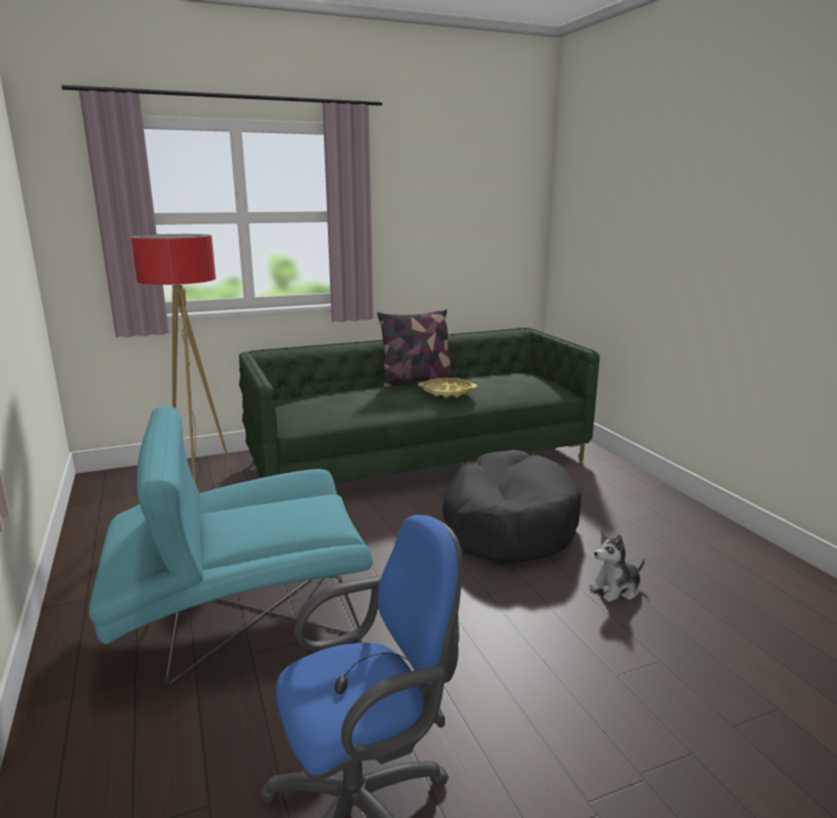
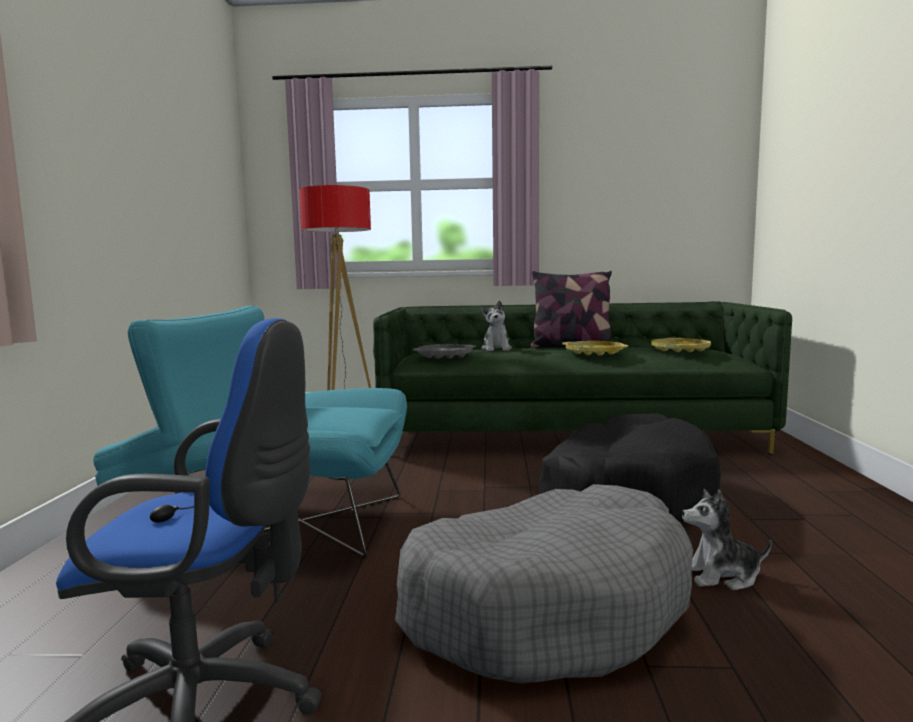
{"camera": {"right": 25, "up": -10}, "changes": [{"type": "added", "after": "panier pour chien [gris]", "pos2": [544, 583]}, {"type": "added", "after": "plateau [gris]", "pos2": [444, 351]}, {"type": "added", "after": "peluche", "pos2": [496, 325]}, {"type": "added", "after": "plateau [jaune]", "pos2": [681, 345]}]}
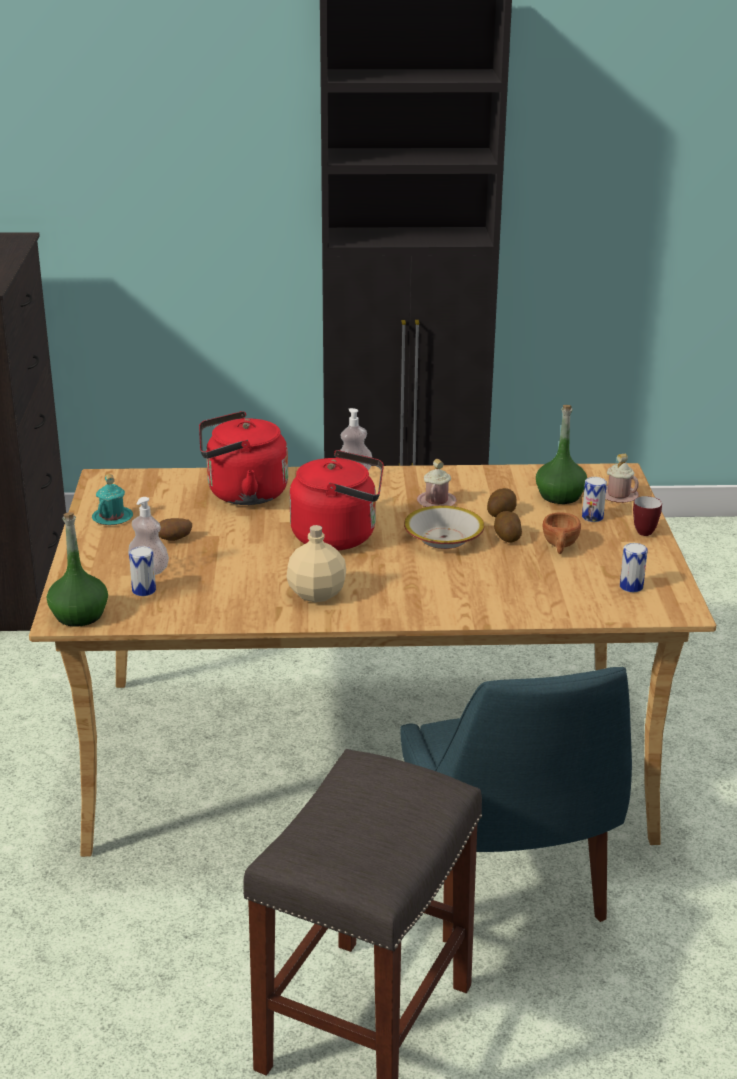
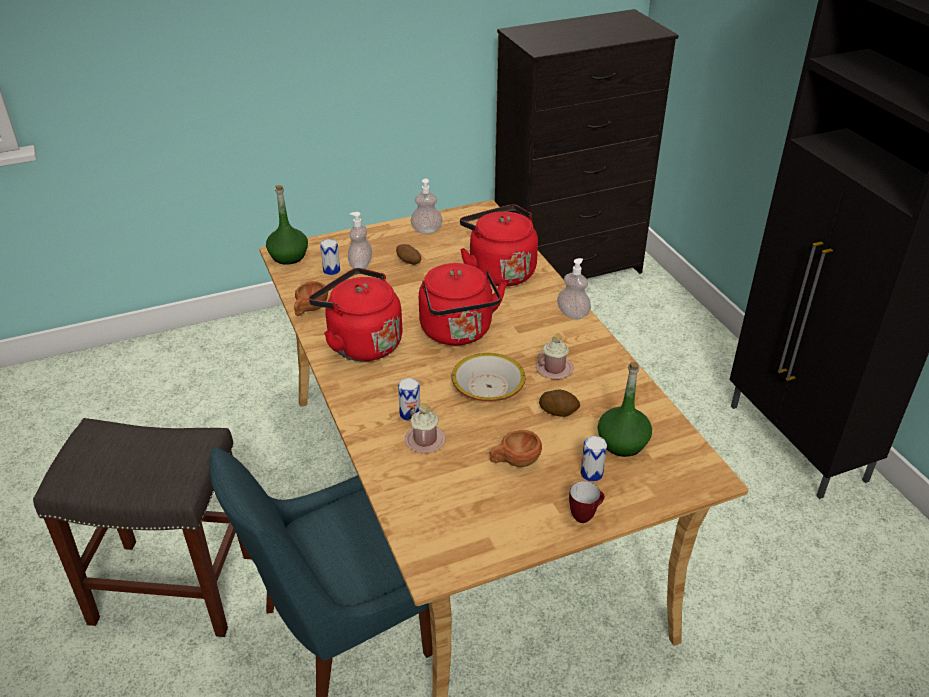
{"camera": {"right": 70, "up": 10}, "changes": [{"type": "removed", "before": "pomme de terre", "pos1": [508, 527]}, {"type": "added", "after": "tasse [marron]", "pos2": [311, 298]}, {"type": "moved", "before": "mug [rose]", "pos1": [622, 478], "pos2": [425, 428]}, {"type": "moved", "before": "boîte métallique", "pos1": [634, 567], "pos2": [409, 399]}, {"type": "replaced", "before": "mug [turquoise]", "after": "distributeur de savon", "pos1": [112, 499], "pos2": [427, 206]}, {"type": "replaced", "before": "bouteille [beige]", "after": "bouilloire [rouge]", "pos1": [316, 563], "pos2": [356, 314]}]}
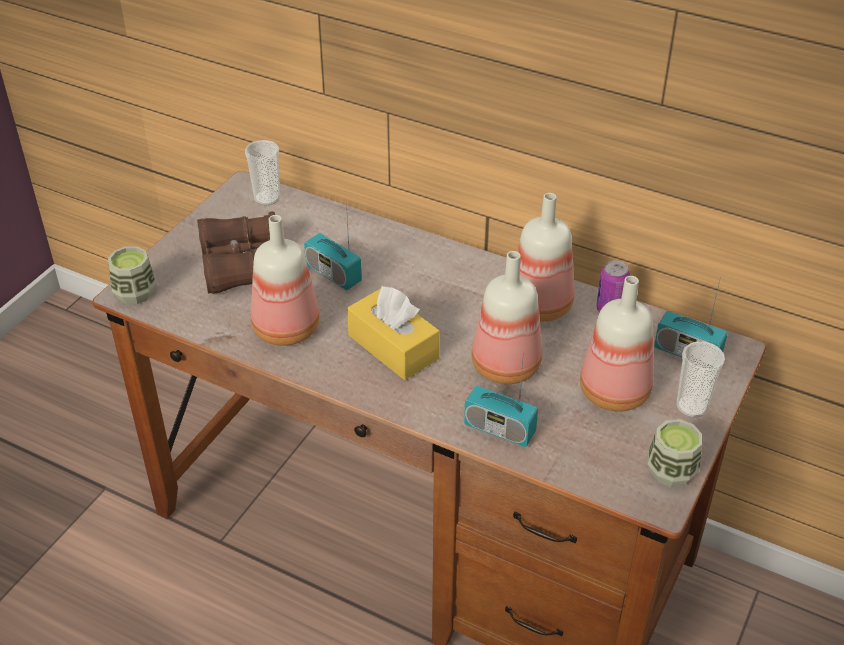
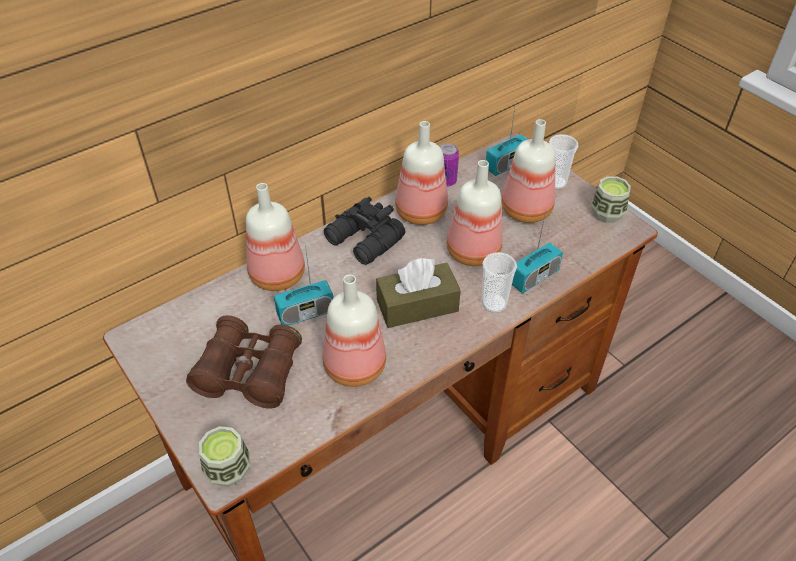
{"camera": {"right": -65, "up": 5}, "changes": [{"type": "added", "after": "bouteille", "pos2": [275, 237]}, {"type": "added", "after": "jumelles [noir]", "pos2": [364, 231]}, {"type": "moved", "before": "tasse", "pos1": [262, 172], "pos2": [499, 282]}, {"type": "recoloured", "before": "boîte à mouchoirs [jaune]", "after": "boîte à mouchoirs [marron]", "pos1": [393, 333], "pos2": [418, 293]}]}
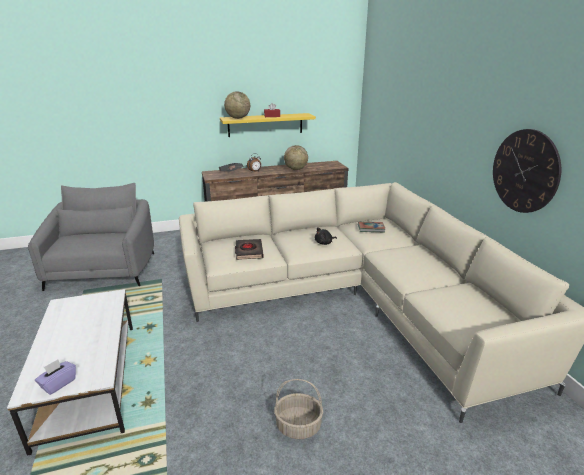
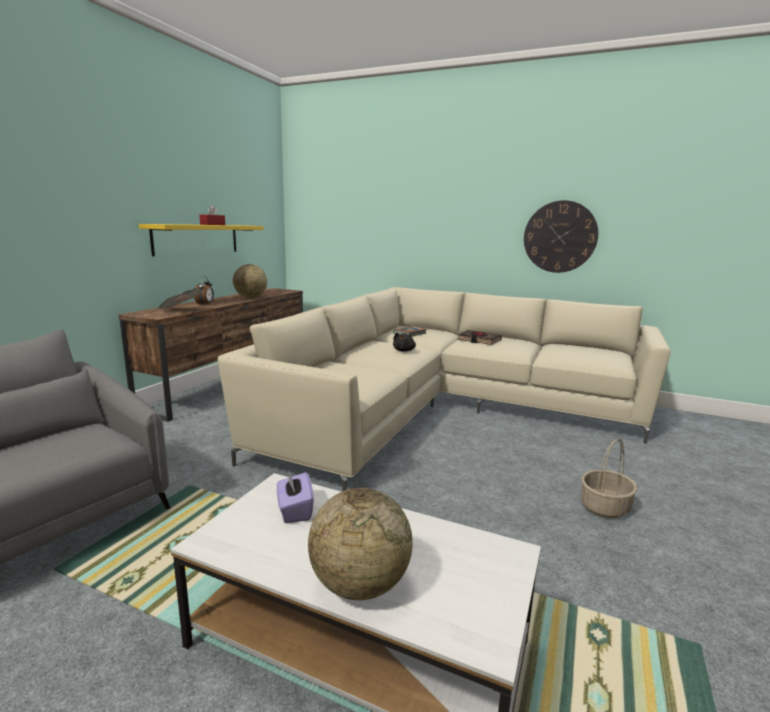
{"camera": {"right": -50, "up": -10}, "changes": [{"type": "moved", "before": "boîte à mouchoirs [violet]", "pos1": [55, 377], "pos2": [295, 497]}, {"type": "moved", "before": "globe", "pos1": [237, 105], "pos2": [360, 544]}, {"type": "moved", "before": "livre [noir]", "pos1": [249, 249], "pos2": [480, 337]}]}
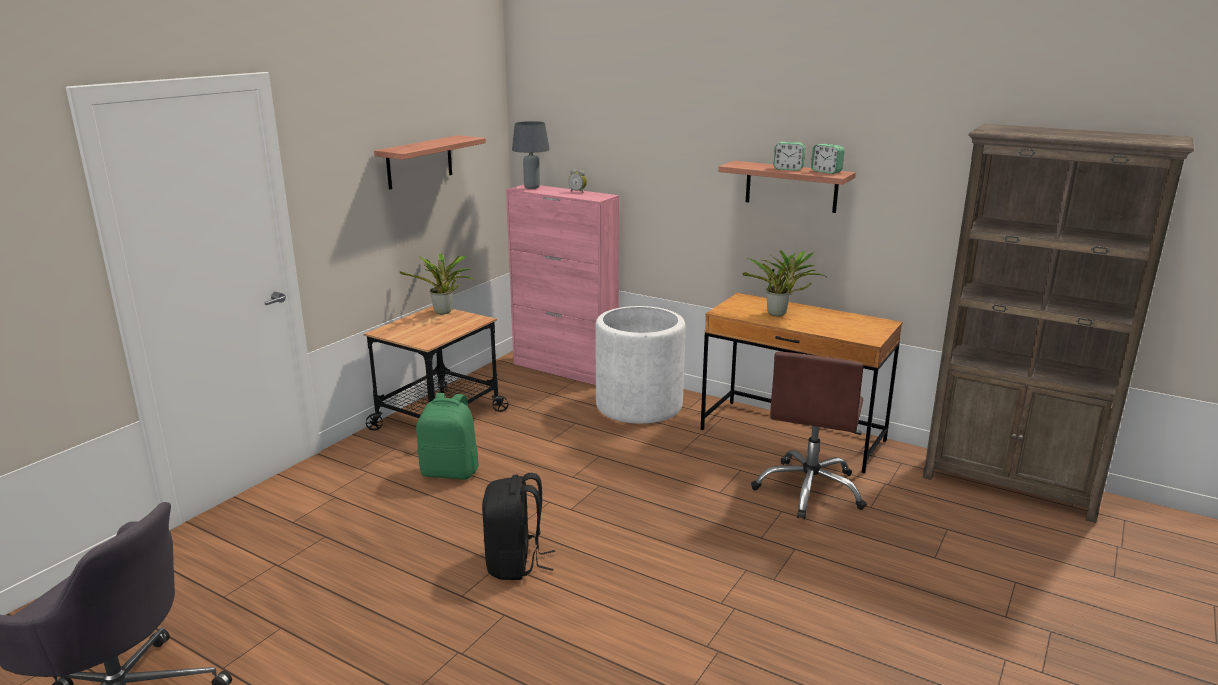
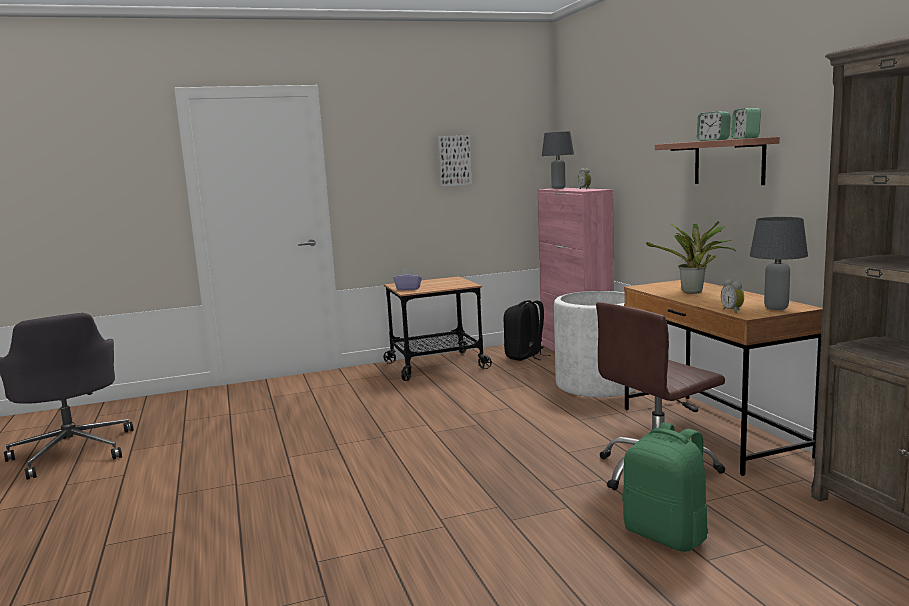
{"camera": {"right": 40, "up": -10}, "changes": [{"type": "removed", "before": "plante en pot", "pos1": [437, 284]}, {"type": "added", "after": "boîte à mouchoirs [violet]", "pos2": [407, 279]}, {"type": "added", "after": "réveil", "pos2": [732, 296]}, {"type": "added", "after": "lampe de table [gris]", "pos2": [779, 263]}, {"type": "moved", "before": "sac à dos [vert]", "pos1": [447, 436], "pos2": [665, 487]}, {"type": "moved", "before": "sac à dos [noir]", "pos1": [518, 526], "pos2": [527, 330]}, {"type": "replaced", "before": "étagère", "after": "tableau", "pos1": [430, 162], "pos2": [454, 161]}]}
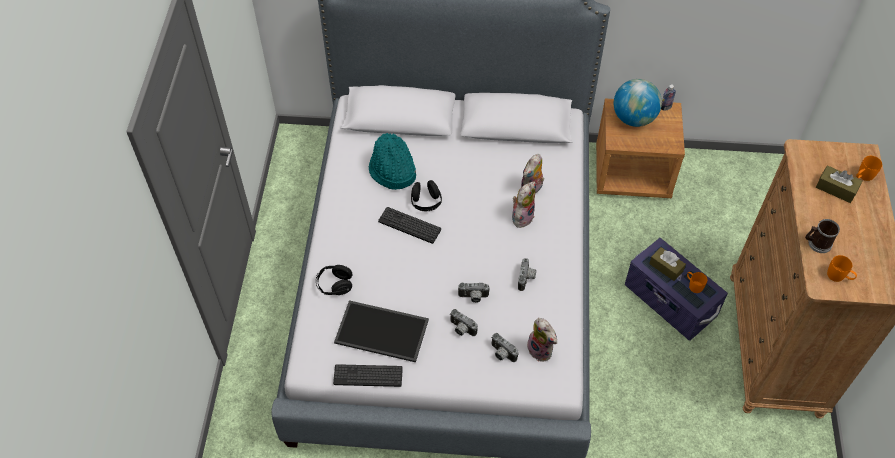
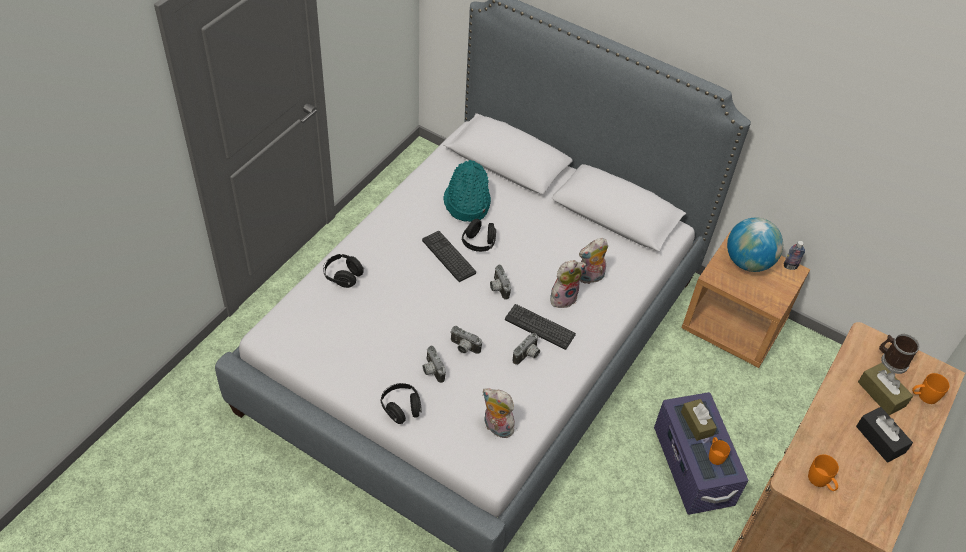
{"camera": {"right": 25, "up": -5}, "changes": [{"type": "removed", "before": "plateau", "pos1": [381, 331]}, {"type": "added", "after": "casque audio [noir]", "pos2": [401, 403]}, {"type": "added", "after": "boîte à mouchoirs [noir]", "pos2": [884, 435]}, {"type": "moved", "before": "clavier", "pos1": [368, 375], "pos2": [540, 327]}, {"type": "moved", "before": "appareil photo", "pos1": [505, 347], "pos2": [500, 282]}, {"type": "moved", "before": "mug", "pos1": [822, 236], "pos2": [899, 354]}, {"type": "turned", "before": "peluche", "pos1": [542, 340], "pos2": [499, 413], "turn": 135}]}
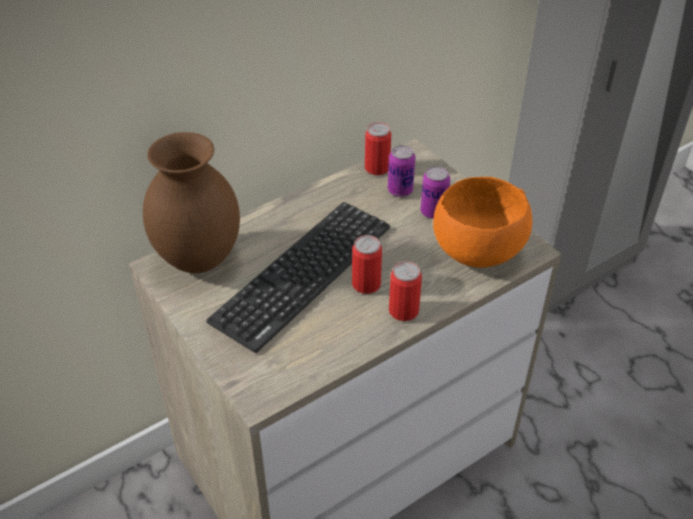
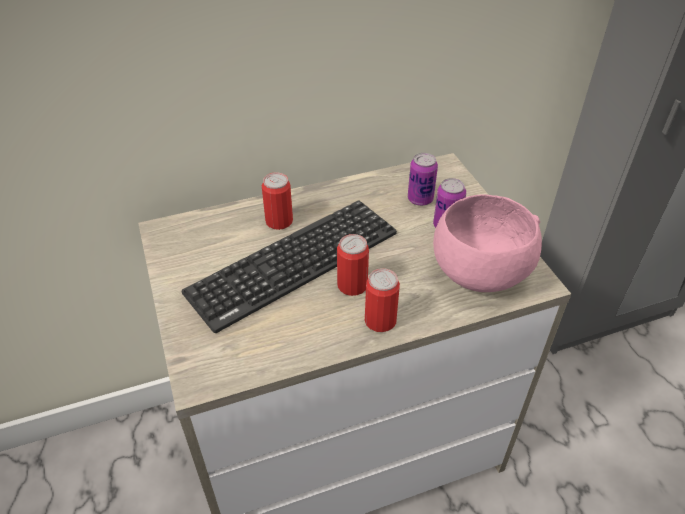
{"camera": {"right": 15, "up": 0}, "changes": [{"type": "removed", "before": "vase [marron]", "pos1": [191, 202]}, {"type": "moved", "before": "boîte métallique", "pos1": [378, 148], "pos2": [277, 201]}, {"type": "recoloured", "before": "bol [orange]", "after": "bol [rose]", "pos1": [482, 222], "pos2": [487, 243]}]}
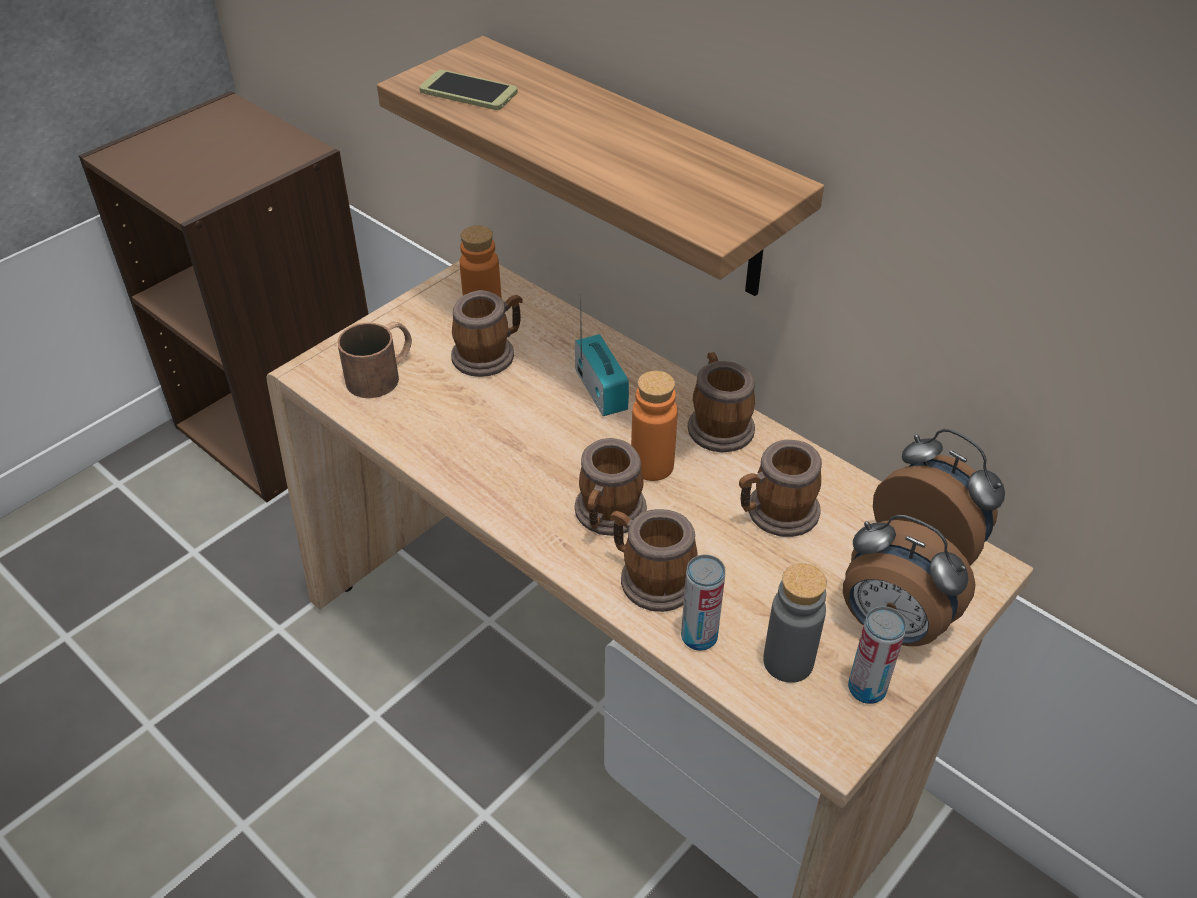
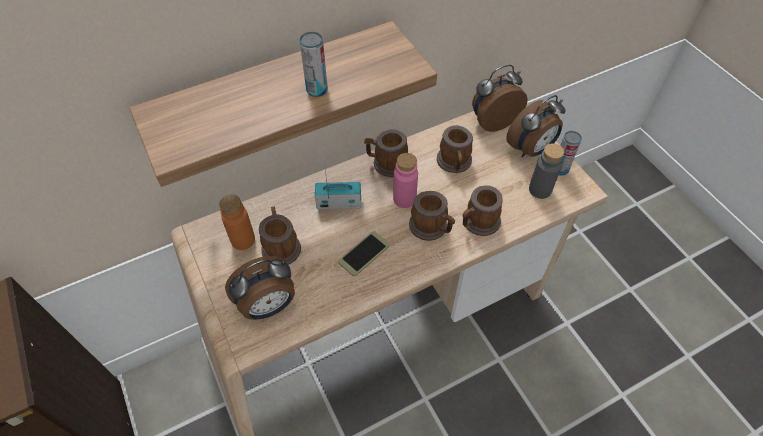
{"camera": {"right": -70, "up": 10}, "changes": [{"type": "moved", "before": "téléphone", "pos1": [468, 90], "pos2": [364, 253]}, {"type": "moved", "before": "boîte métallique", "pos1": [703, 603], "pos2": [314, 64]}, {"type": "replaced", "before": "mug [marron]", "after": "réveil", "pos1": [374, 359], "pos2": [260, 288]}, {"type": "recoloured", "before": "bouteille [orange]", "after": "bouteille [rose]", "pos1": [654, 426], "pos2": [405, 180]}]}
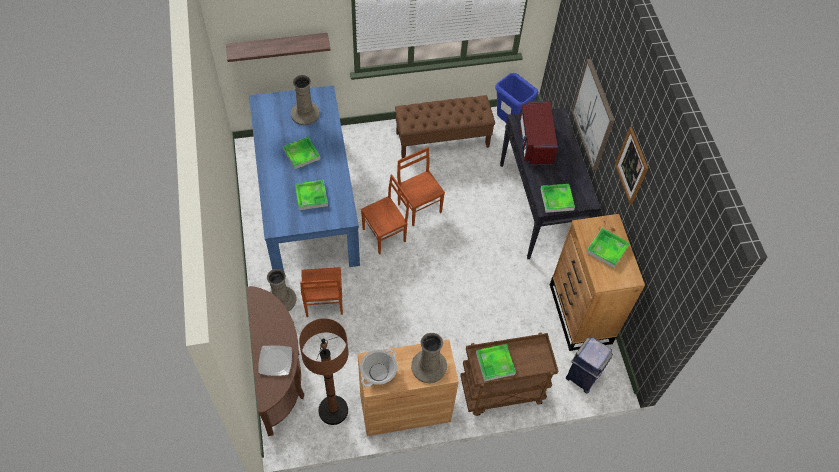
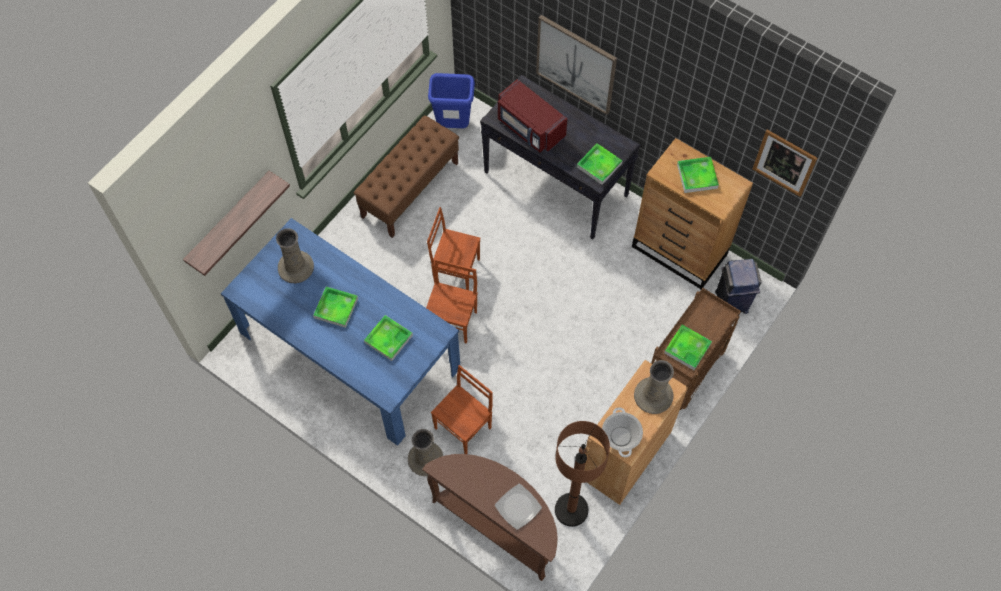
{"camera": {"right": -40, "up": 5}, "changes": [{"type": "moved", "before": "tableau", "pos1": [631, 166], "pos2": [785, 163]}, {"type": "turned", "before": "chaise [marron]", "pos1": [321, 292], "pos2": [462, 409], "turn": -90}]}
